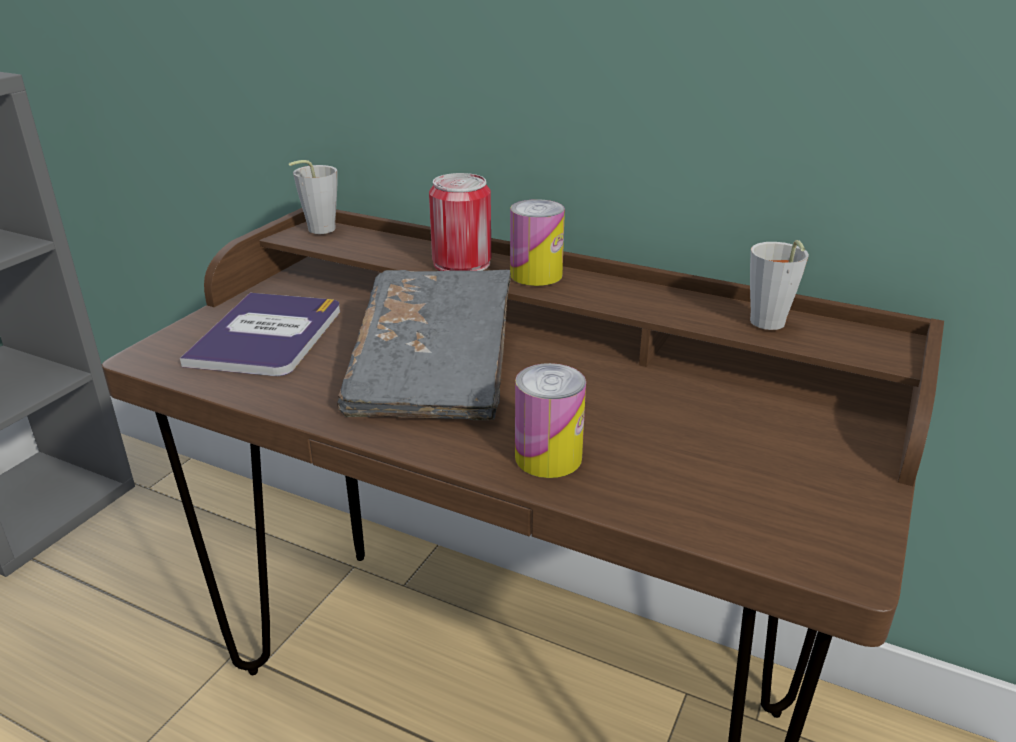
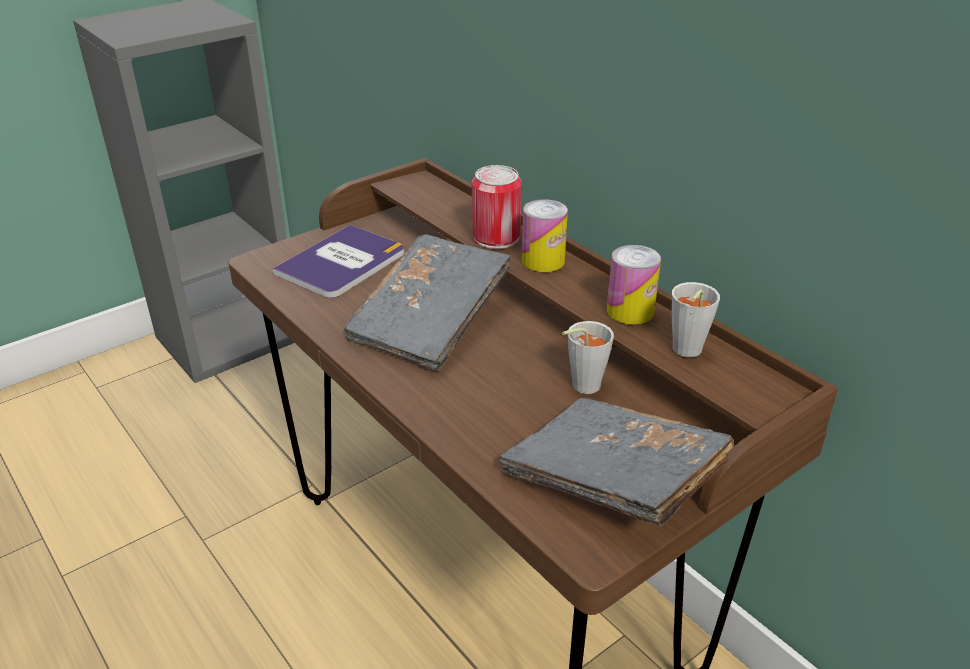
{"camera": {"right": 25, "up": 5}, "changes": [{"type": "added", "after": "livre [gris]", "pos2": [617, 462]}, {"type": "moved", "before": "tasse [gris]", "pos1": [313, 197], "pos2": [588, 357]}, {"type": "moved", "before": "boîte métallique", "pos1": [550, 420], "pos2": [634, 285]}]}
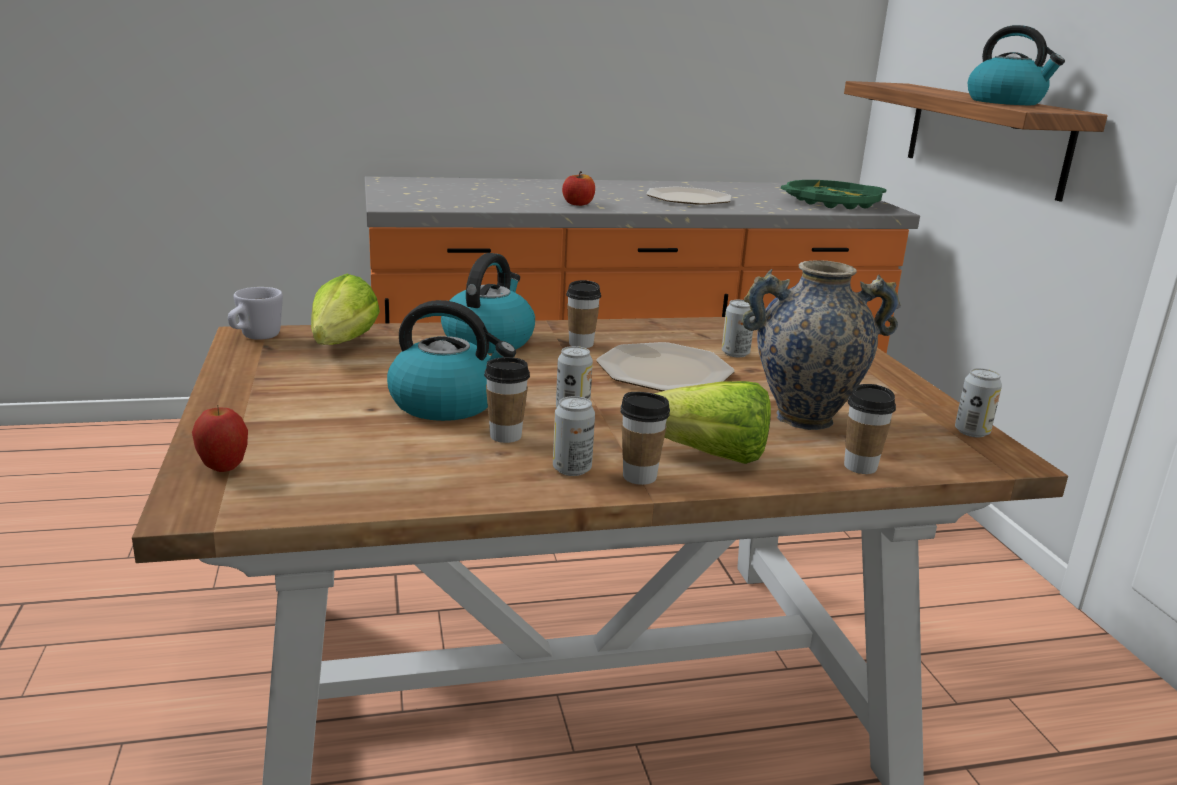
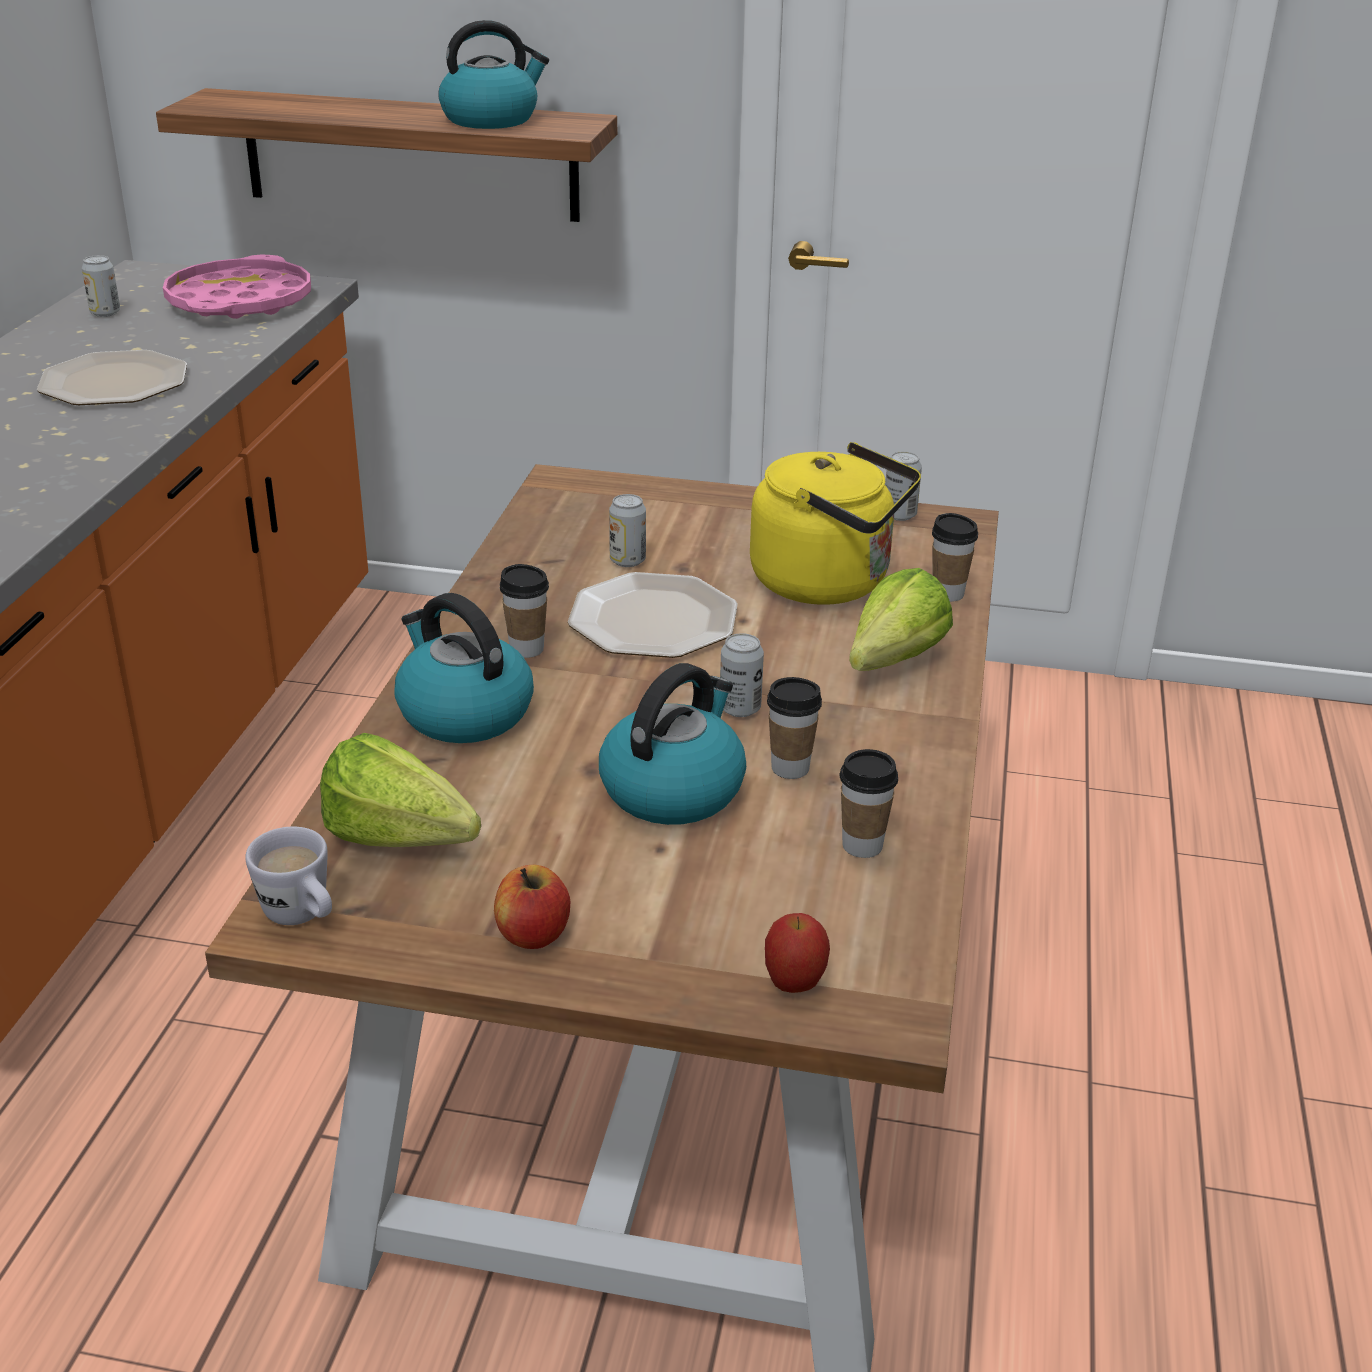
{"camera": {"right": -65, "up": 10}, "changes": [{"type": "moved", "before": "boîte métallique", "pos1": [574, 436], "pos2": [101, 286]}, {"type": "moved", "before": "pomme", "pos1": [578, 188], "pos2": [532, 907]}, {"type": "moved", "before": "tasse", "pos1": [645, 438], "pos2": [868, 803]}, {"type": "replaced", "before": "vase", "after": "bouilloire [jaune]", "pos1": [821, 345], "pos2": [835, 523]}, {"type": "recoloured", "before": "plateau [vert]", "after": "plateau [rose]", "pos1": [833, 194], "pos2": [237, 287]}]}
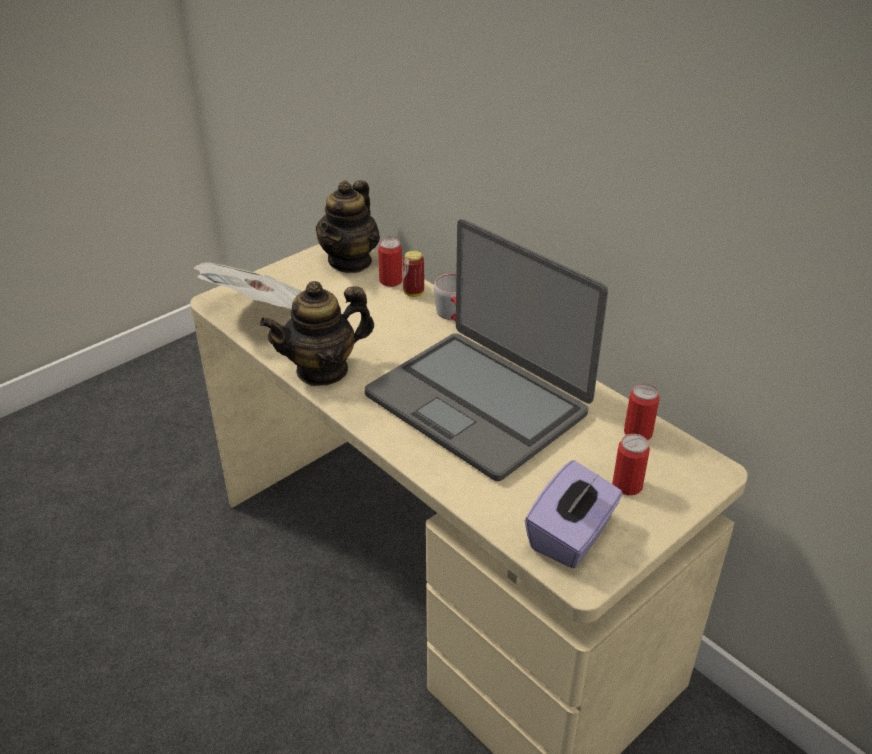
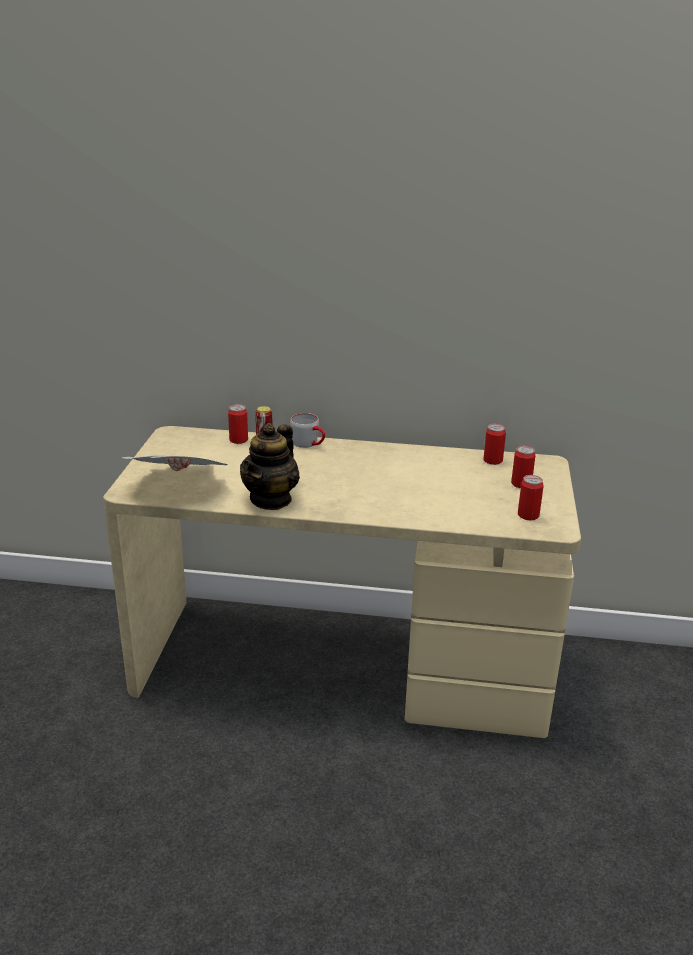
{"camera": {"right": -40, "up": -10}, "changes": [{"type": "removed", "before": "théière", "pos1": [348, 226]}, {"type": "removed", "before": "ordinateur portable", "pos1": [486, 350]}, {"type": "replaced", "before": "boîte à mouchoirs [violet]", "after": "boîte métallique", "pos1": [574, 514], "pos2": [531, 497]}]}
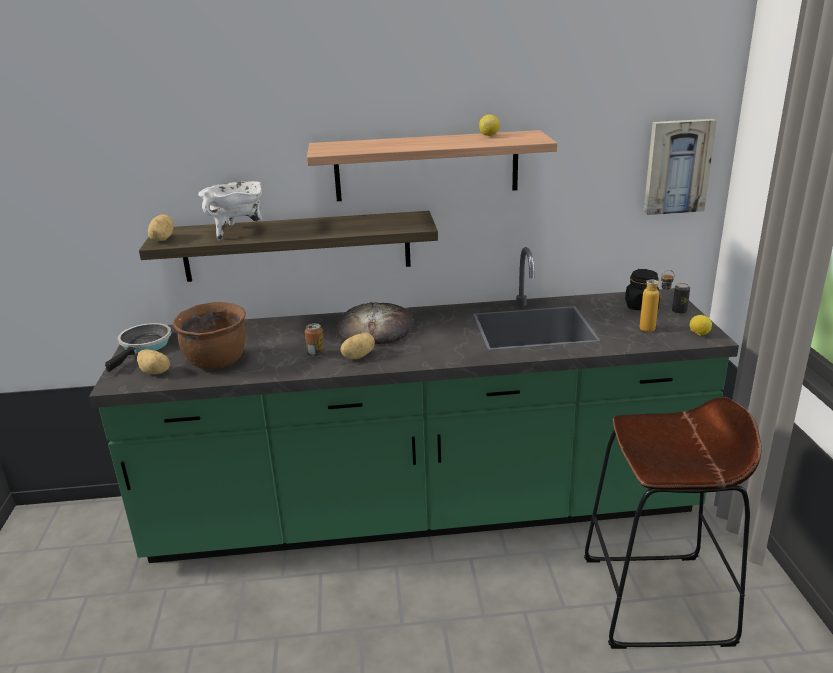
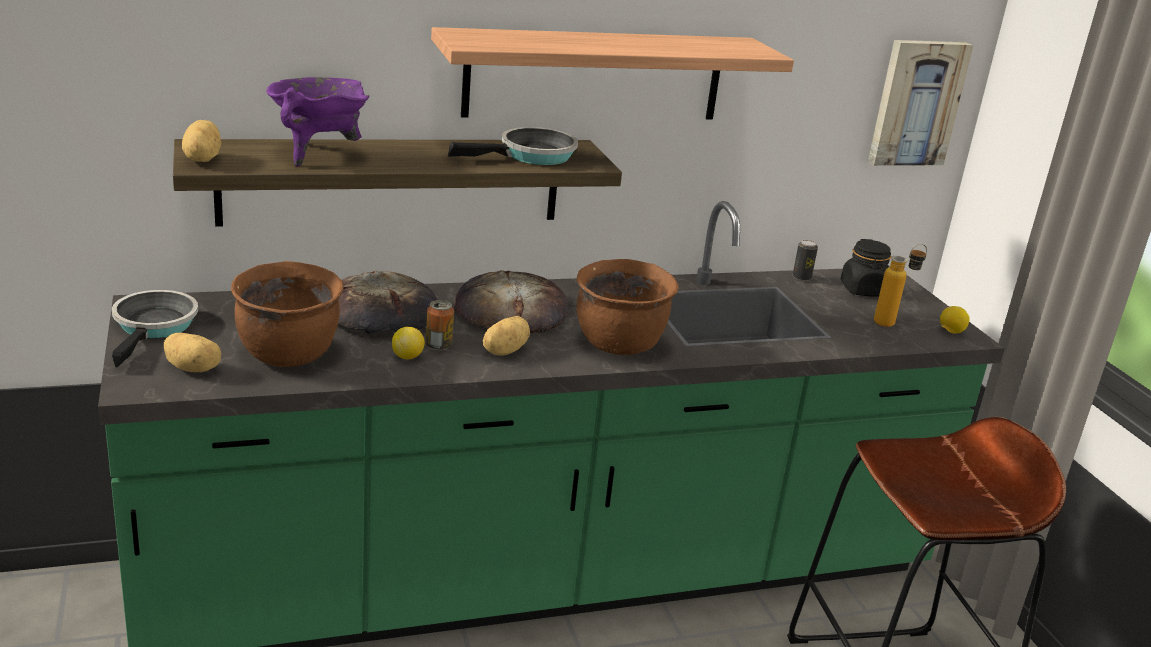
{"camera": {"right": -15, "up": 0}, "changes": [{"type": "added", "after": "pain", "pos2": [388, 302]}, {"type": "added", "after": "poêle", "pos2": [513, 146]}, {"type": "added", "after": "marmite [marron]", "pos2": [627, 307]}, {"type": "moved", "before": "citron", "pos1": [489, 125], "pos2": [408, 343]}, {"type": "moved", "before": "boîte métallique", "pos1": [681, 298], "pos2": [805, 260]}, {"type": "recoloured", "before": "marmite [blanc]", "after": "marmite [violet]", "pos1": [230, 210], "pos2": [318, 122]}]}
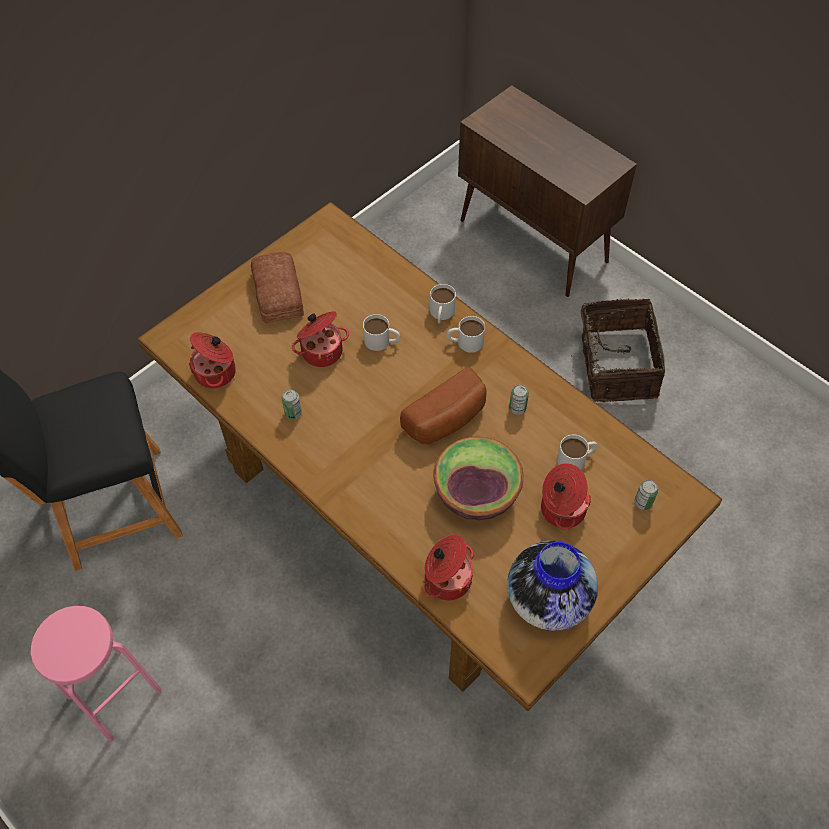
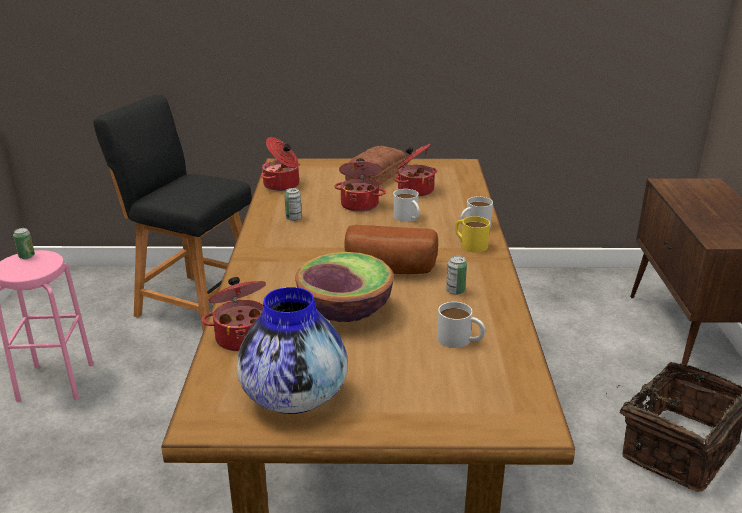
{"camera": {"right": 45, "up": -30}, "changes": [{"type": "moved", "before": "marmite", "pos1": [566, 496], "pos2": [415, 170]}, {"type": "moved", "before": "boîte métallique", "pos1": [646, 495], "pos2": [24, 243]}, {"type": "recoloured", "before": "mug [blanc]", "after": "mug [jaune]", "pos1": [466, 334], "pos2": [472, 234]}]}
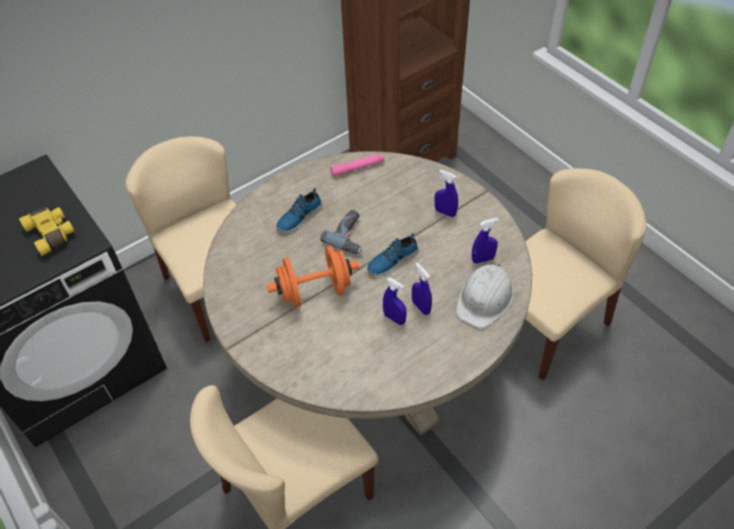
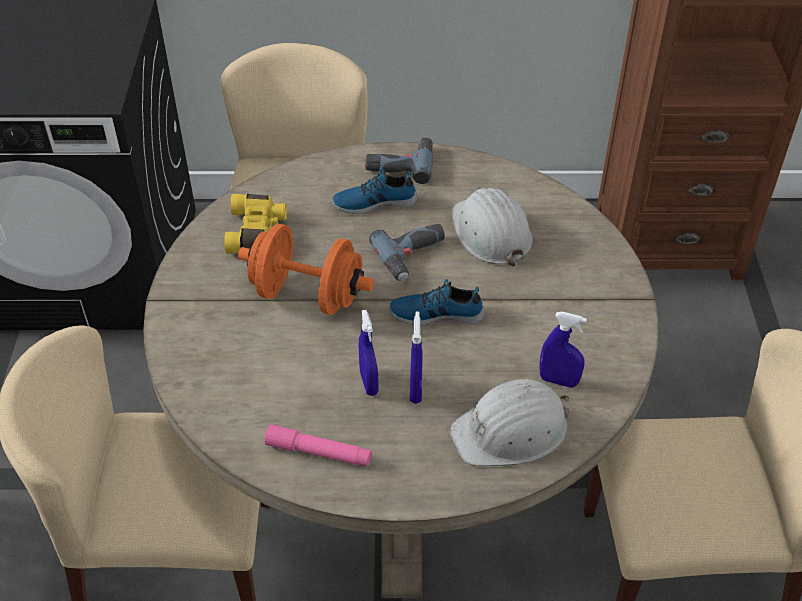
{"camera": {"right": 35, "up": -5}, "changes": [{"type": "removed", "before": "vaporisateur [bleu]", "pos1": [446, 193]}, {"type": "added", "after": "perceuse", "pos2": [399, 160]}, {"type": "added", "after": "casque de chantier [blanc]", "pos2": [492, 227]}, {"type": "moved", "before": "jumelles [jaune]", "pos1": [46, 231], "pos2": [255, 224]}, {"type": "moved", "before": "lampe de poche [rose]", "pos1": [357, 165], "pos2": [318, 445]}]}
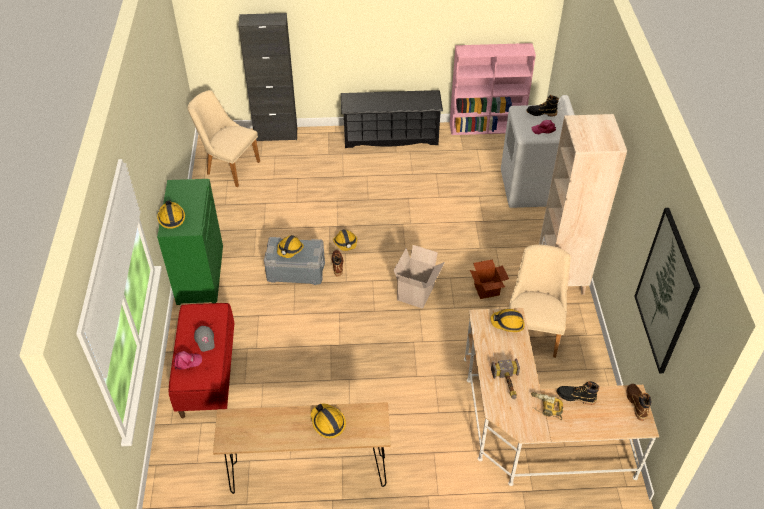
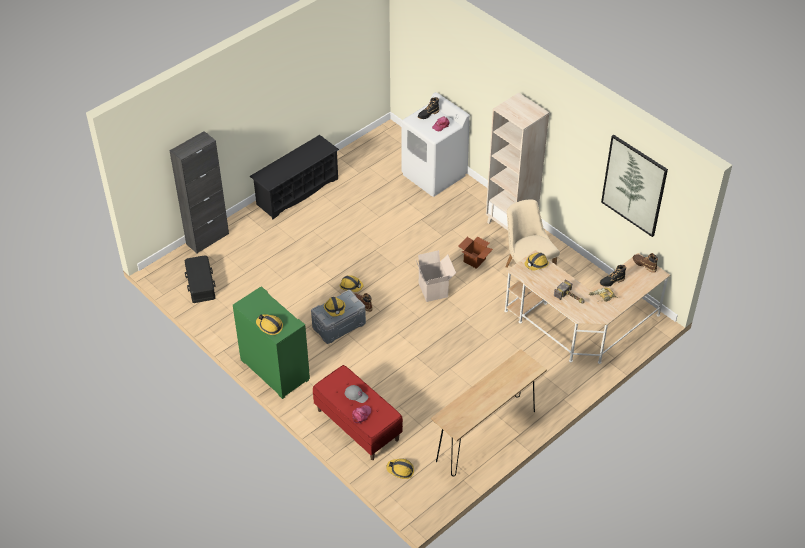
{"camera": {"right": -40, "up": 0}, "changes": [{"type": "removed", "before": "bibliothèque [rose]", "pos1": [493, 89]}, {"type": "moved", "before": "casque de chantier", "pos1": [328, 421], "pos2": [400, 468]}, {"type": "replaced", "before": "chaise [beige]", "after": "boîte de rangement [noir]", "pos1": [224, 138], "pos2": [200, 279]}]}
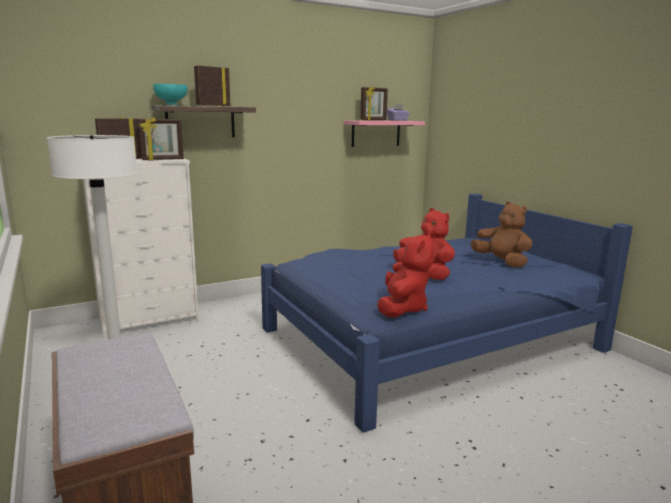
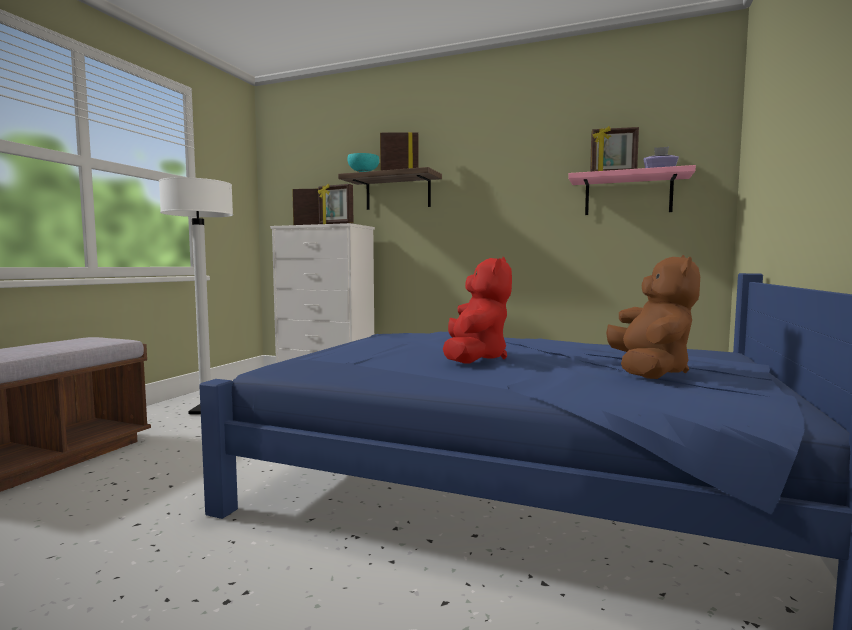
{"camera": {"right": 50, "up": -10}, "changes": [{"type": "removed", "before": "peluche [rouge]", "pos1": [405, 275]}]}
